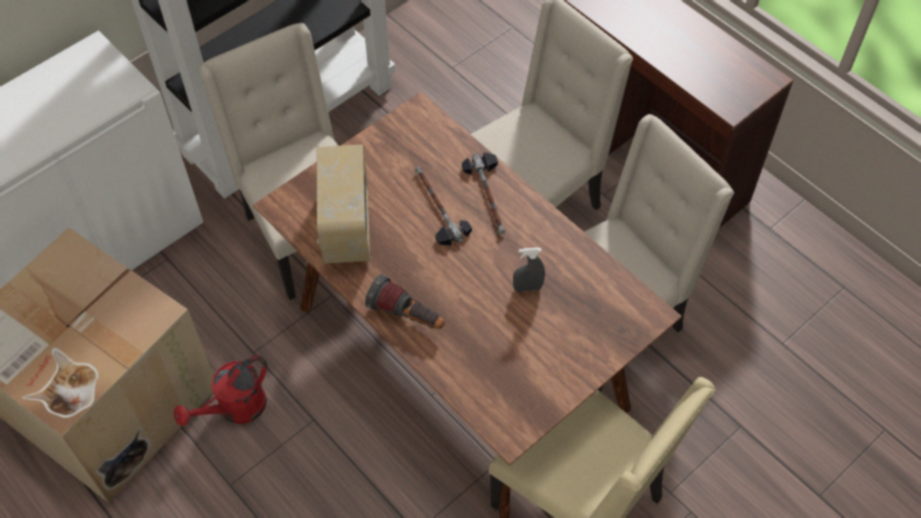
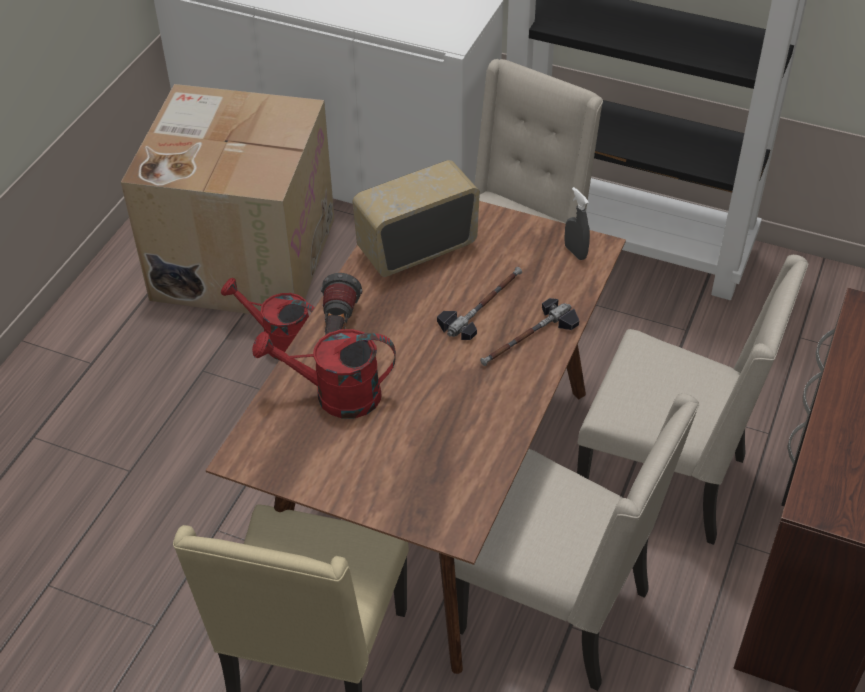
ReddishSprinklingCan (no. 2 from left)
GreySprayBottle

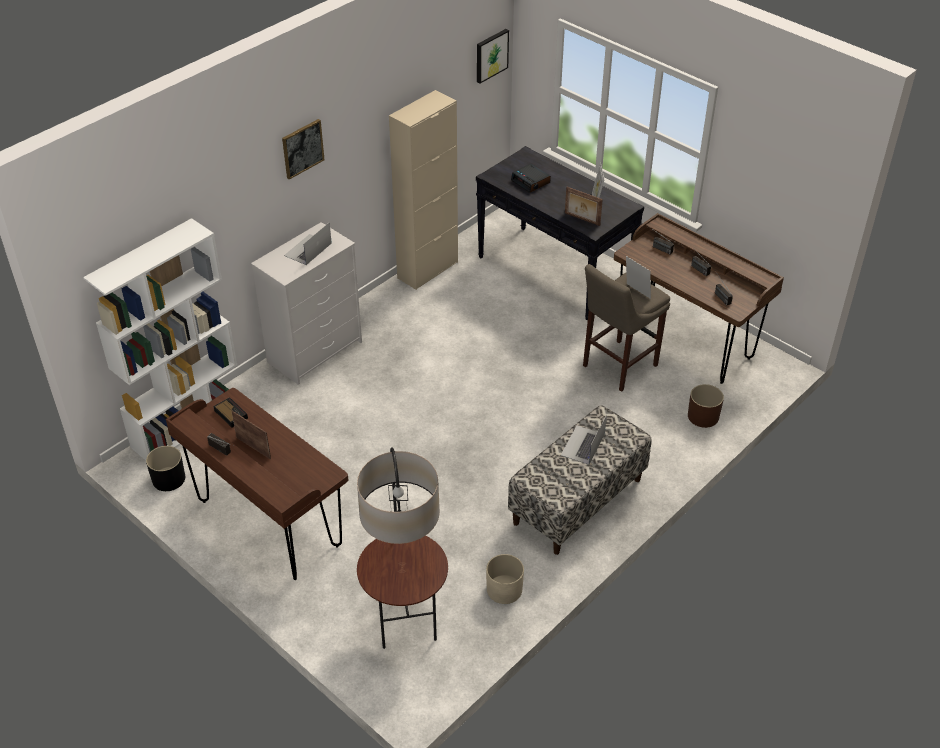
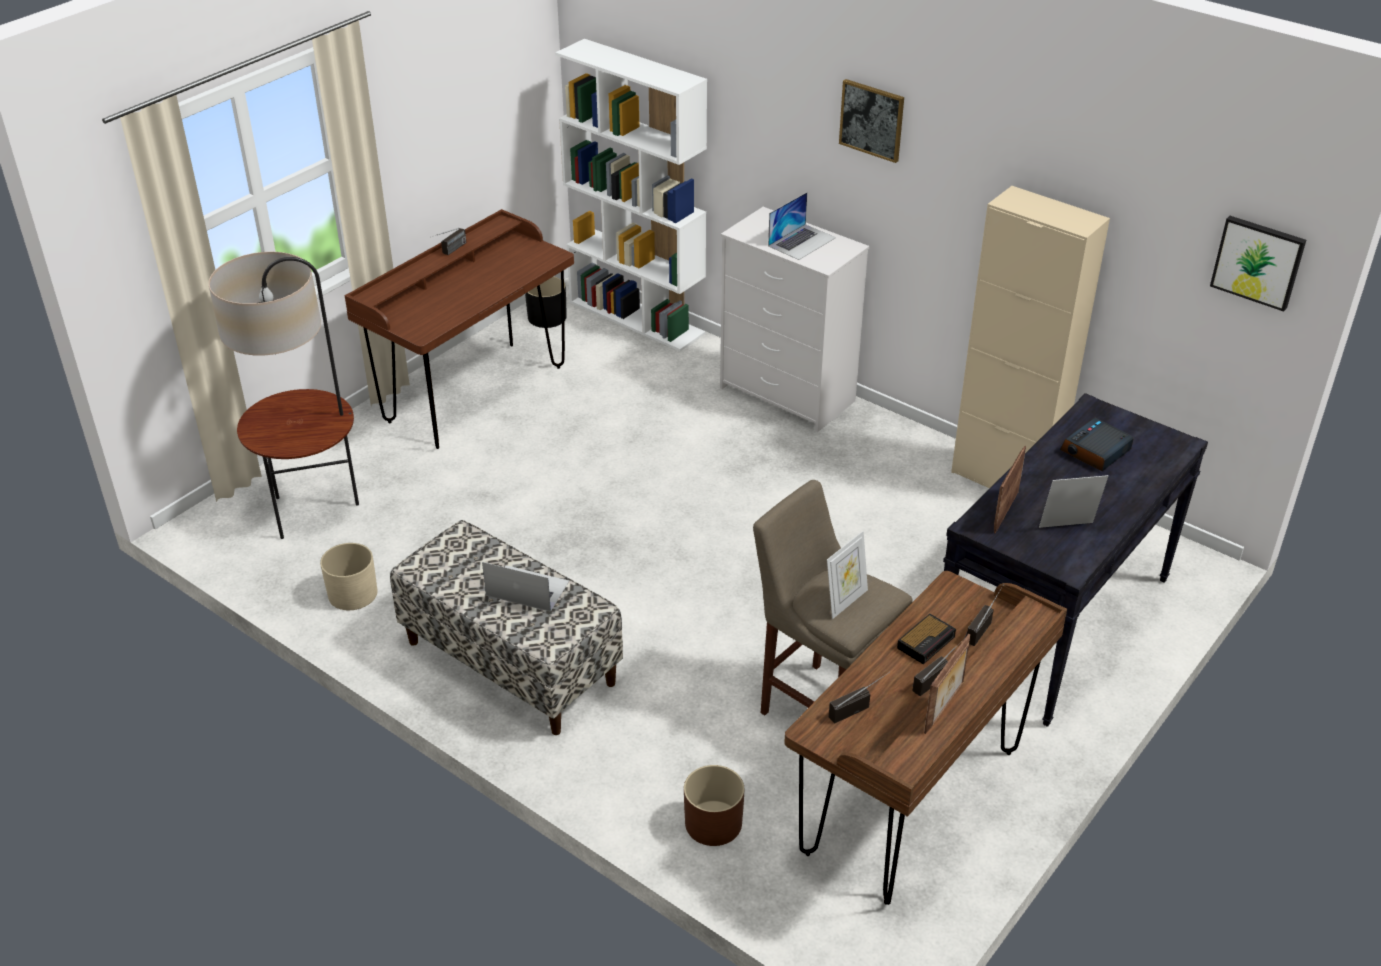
NotebookComputer (no. 2 from left)
AlarmClock (no. 1 from left)
PhotoFrame (no. 2 from left)

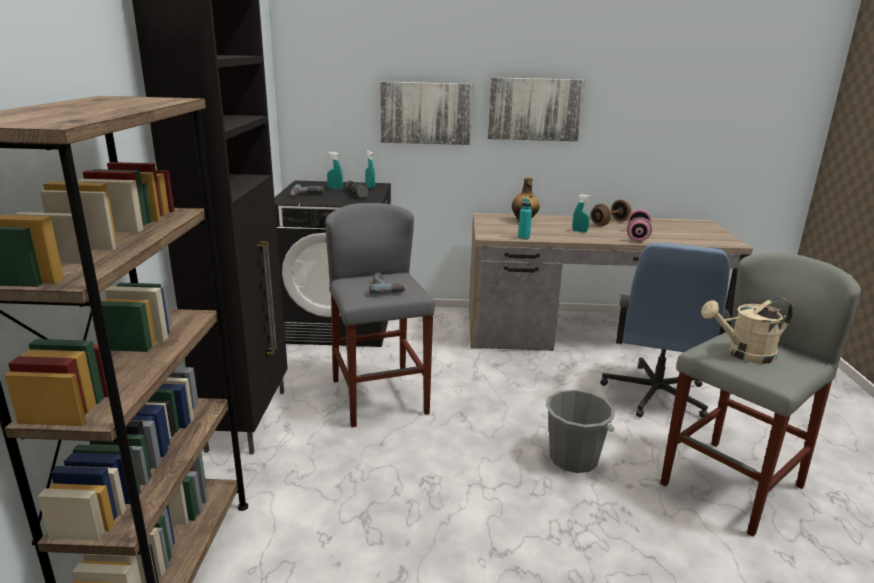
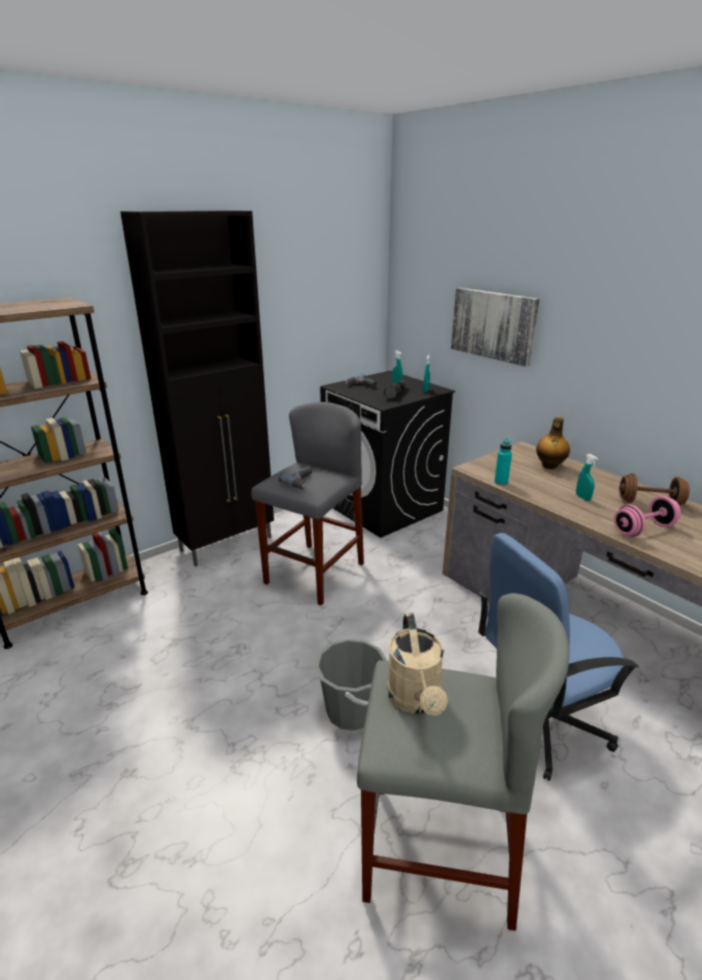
SandColouredSprinklingCan
Picture (no. 2 from left in the first image)

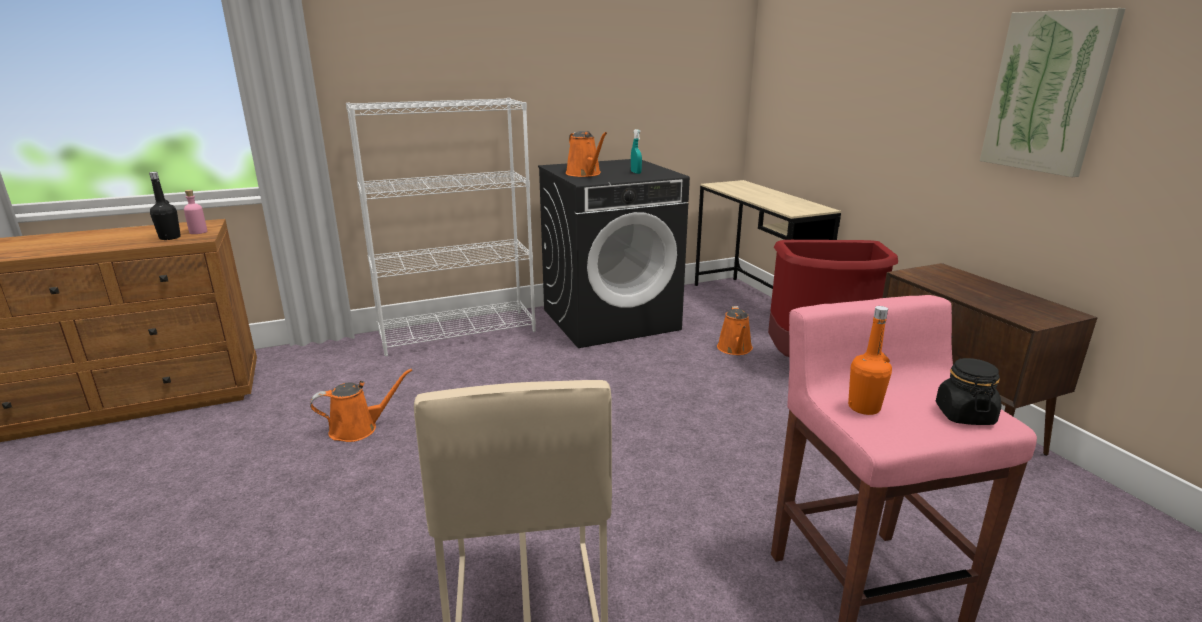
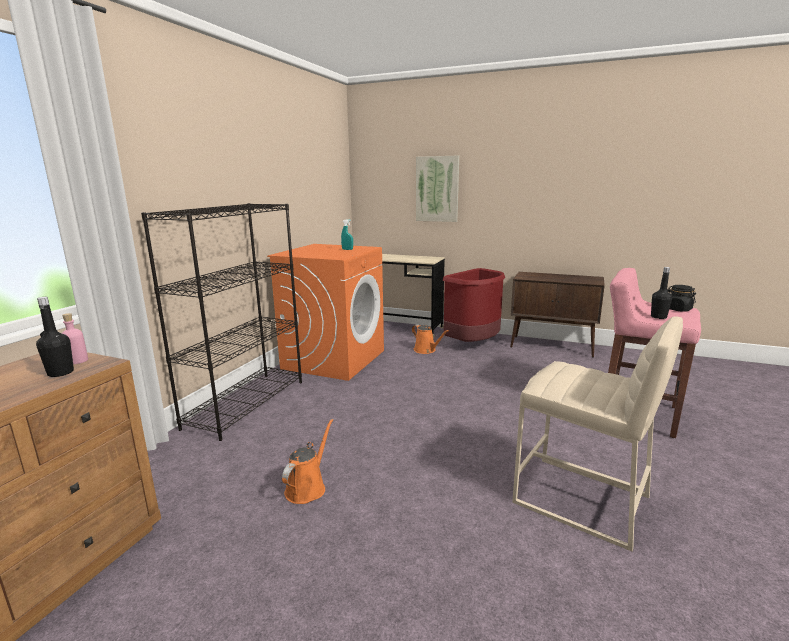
BlackColouredBookcase
OrangeLaundryMachine
Picture
BlackColouredBeverageBottle (no. 2 from left)
OrangeSprinklingCan (no. 2 from left in the first image)

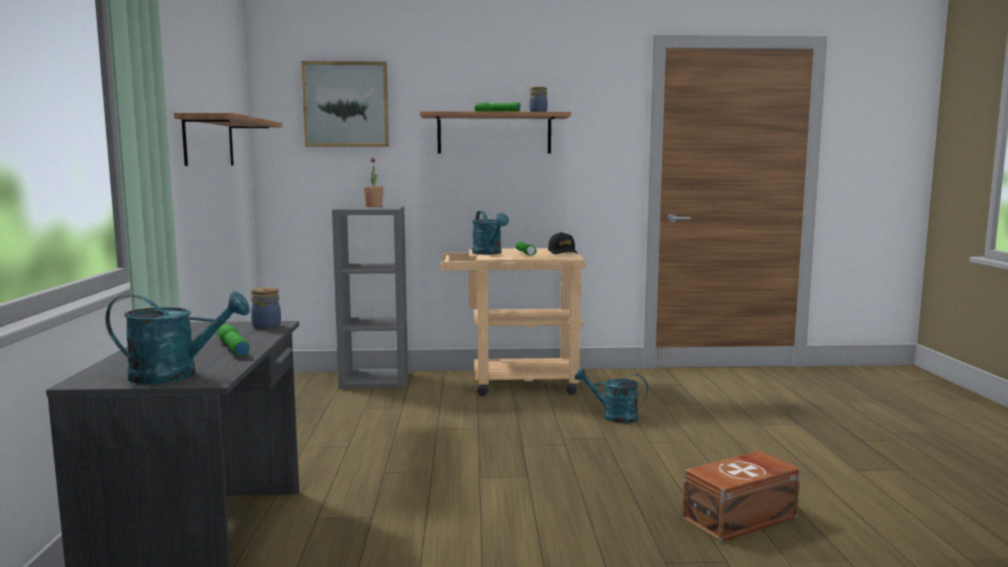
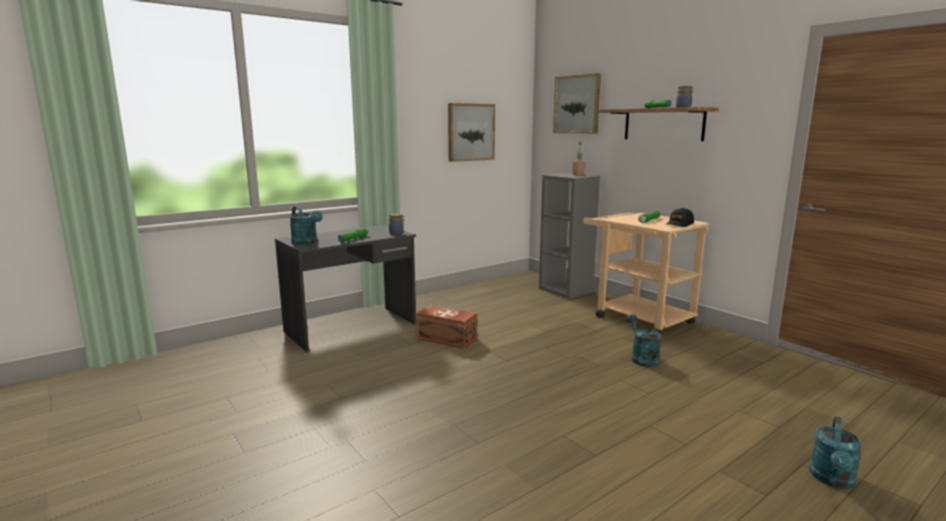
BrownStorageBox
Picture (no. 1 from left)
TurquoiseSprinklingCan (no. 3 from left)

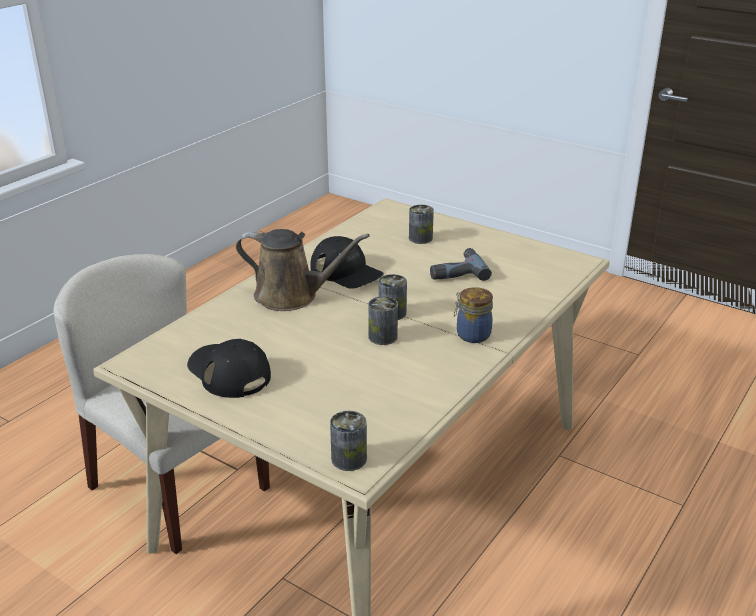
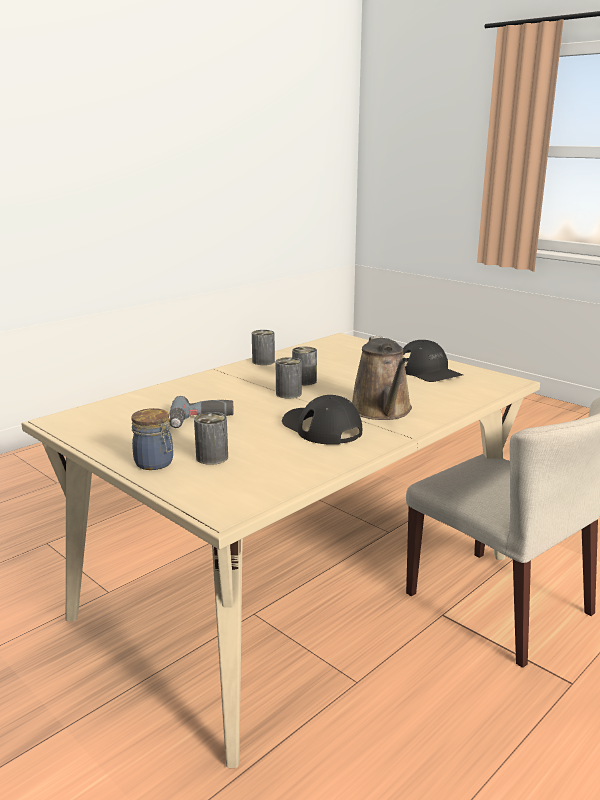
StorageJar
SealedCan (no. 2 from left)
BrownSprinklingCan

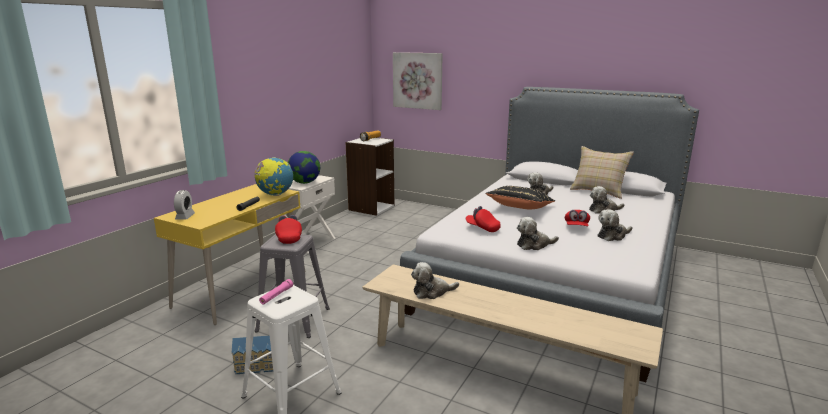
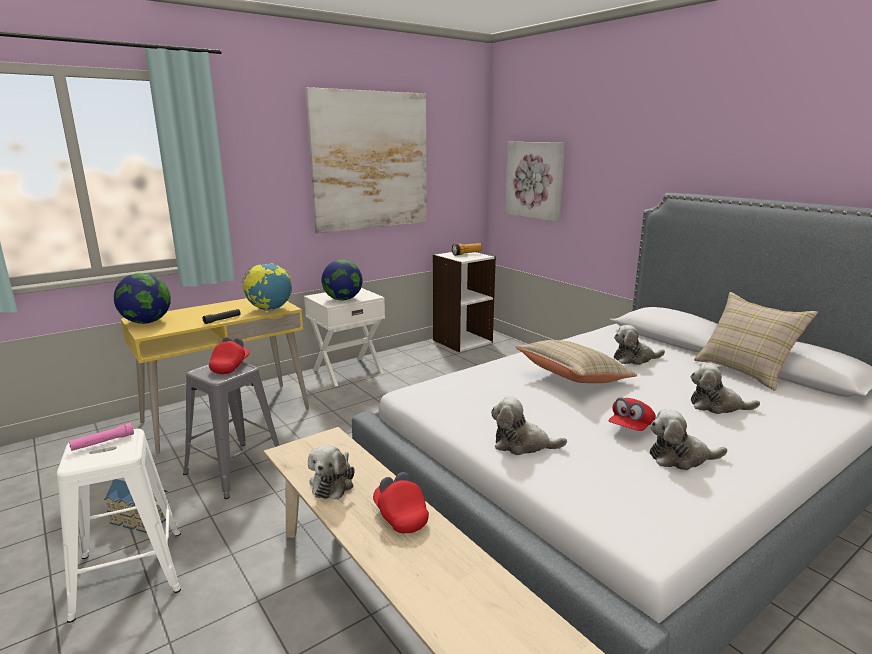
WorldGlobe (no. 1 from left)
Picture (no. 1 from left)
PlushToy (no. 1 from left)
ReddishPeakedCap (no. 2 from left)
SandColouredThrowPillow (no. 1 from left)

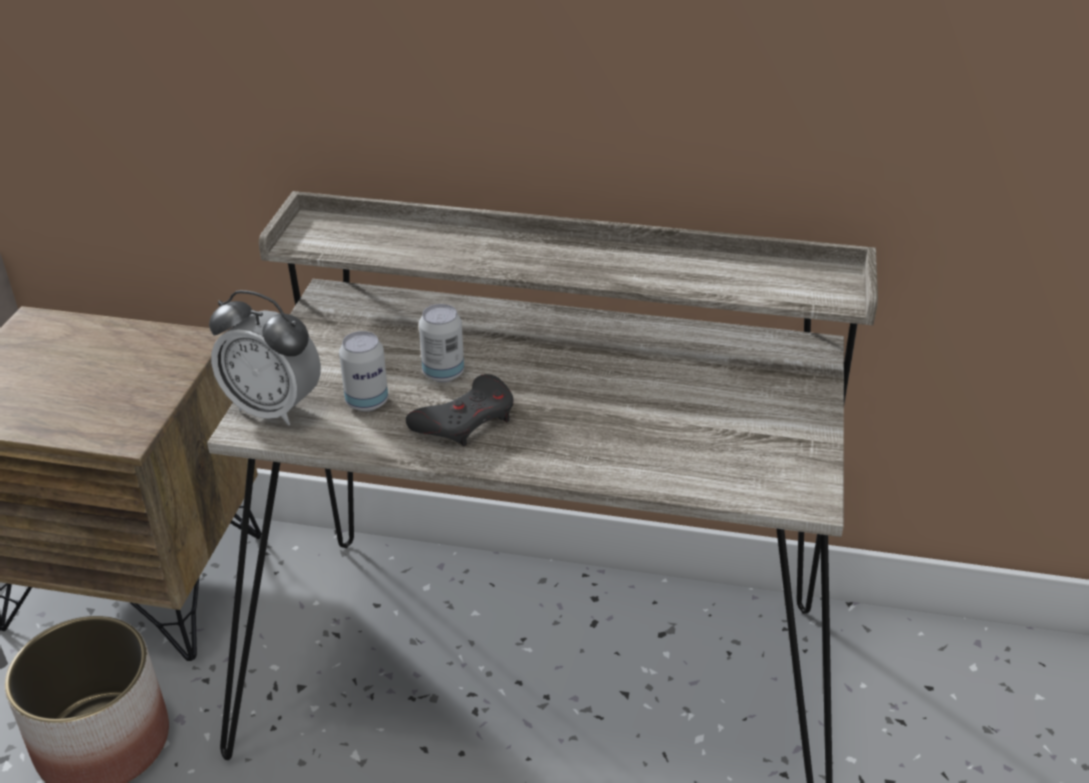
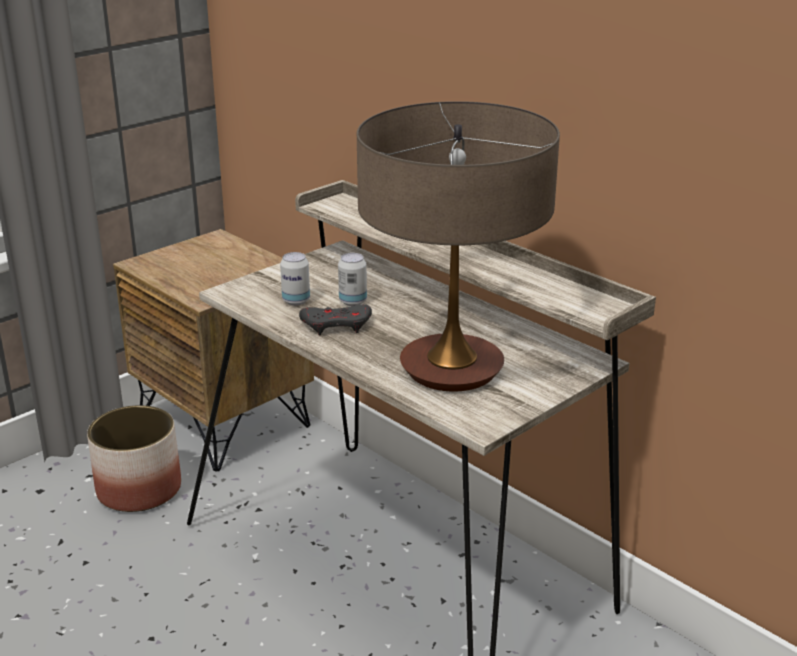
LampForATable
AlarmClock

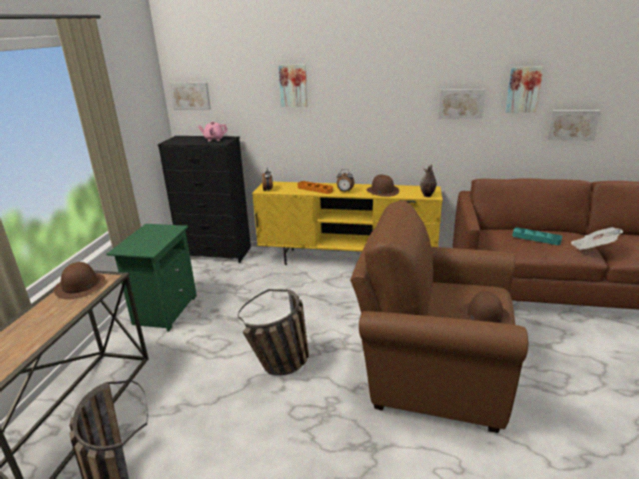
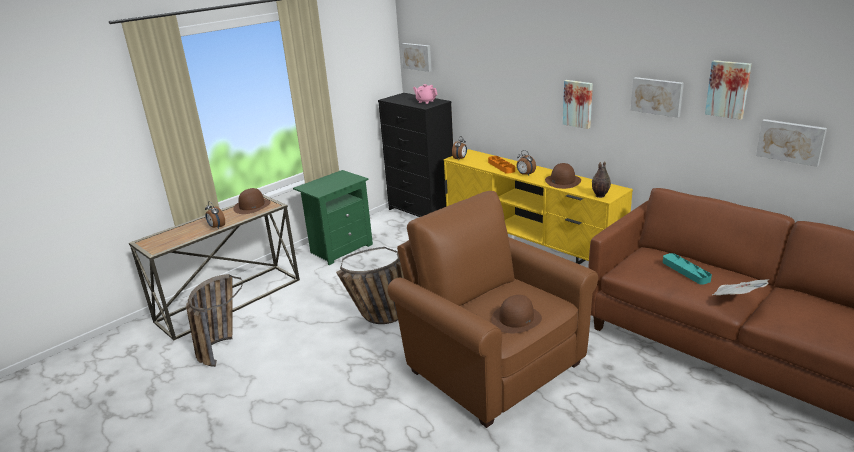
AlarmClock (no. 1 from left)
Picture (no. 2 from left)

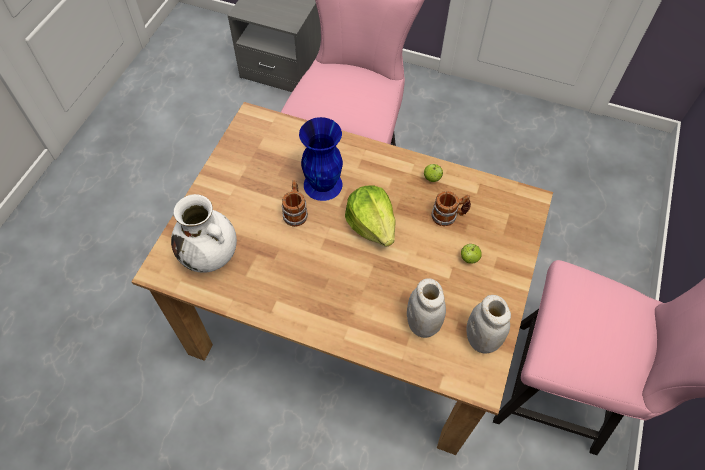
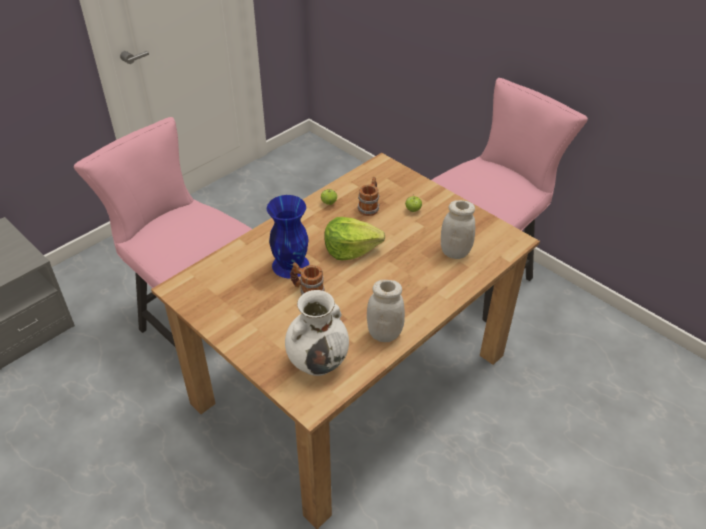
WhiteStorageJar (no. 1 from left)

